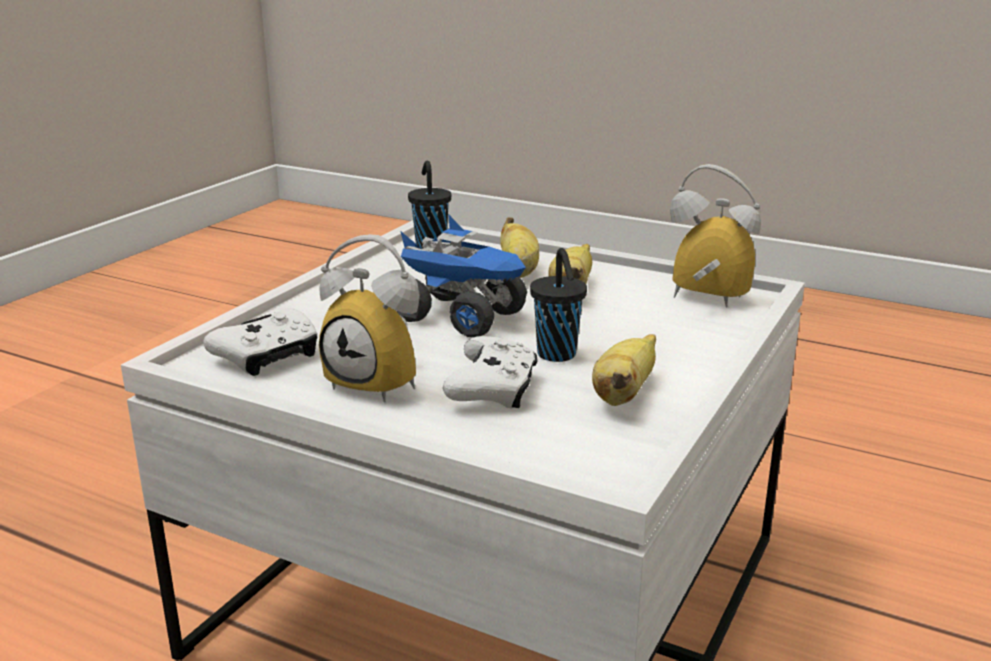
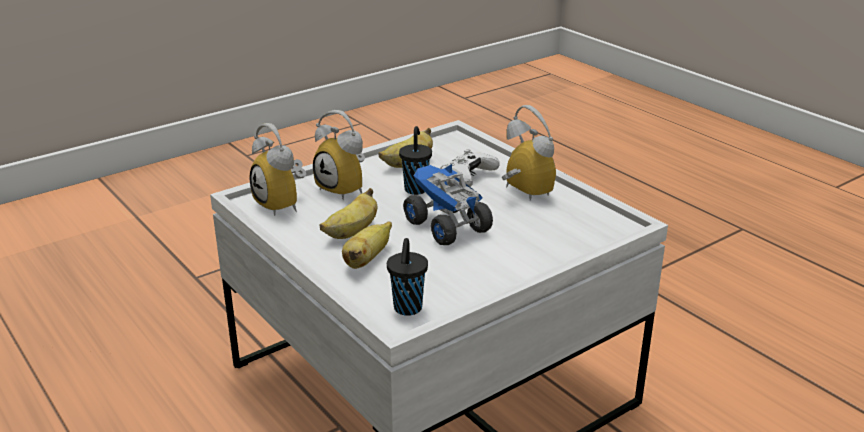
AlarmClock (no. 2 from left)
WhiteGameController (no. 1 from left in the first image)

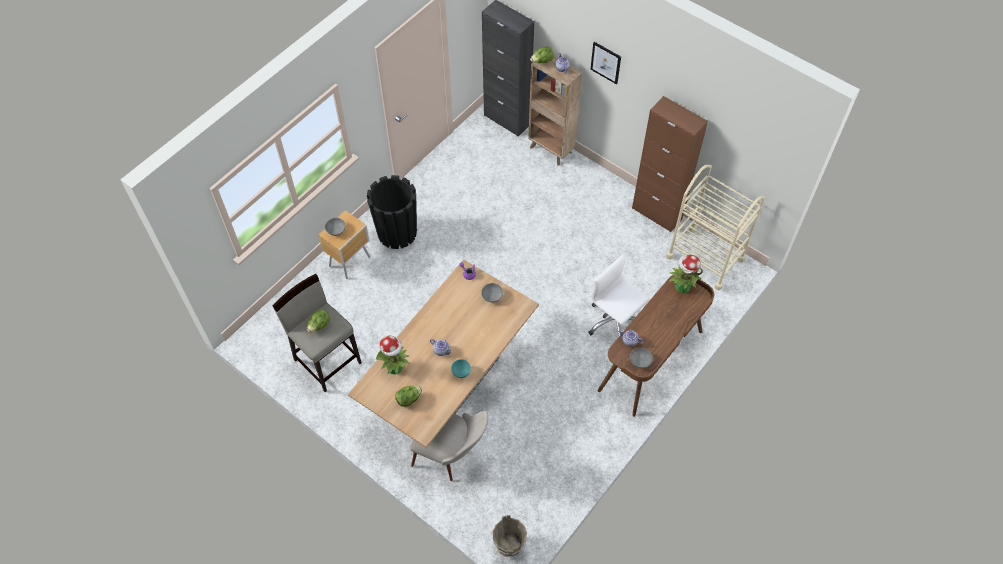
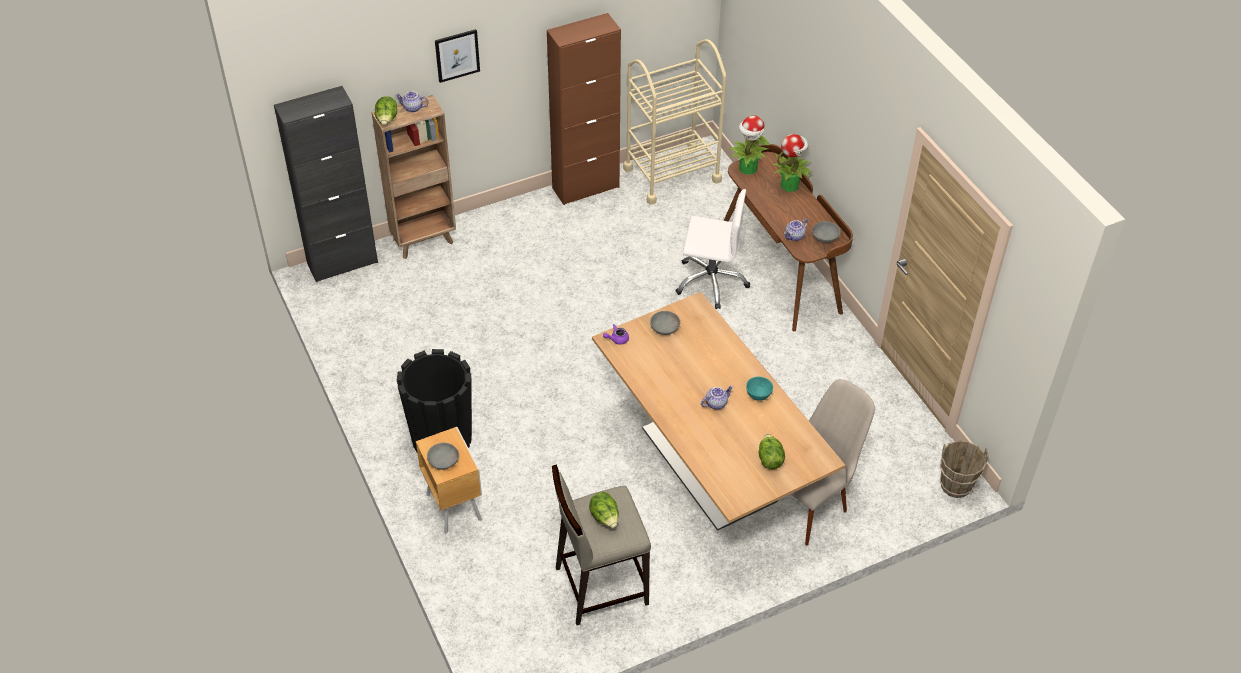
WhiteComputerChair
Houseplant (no. 2 from left)

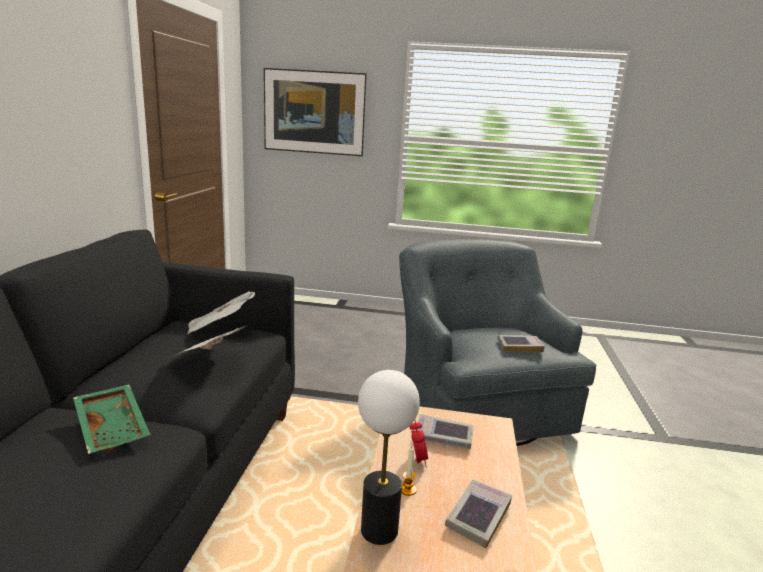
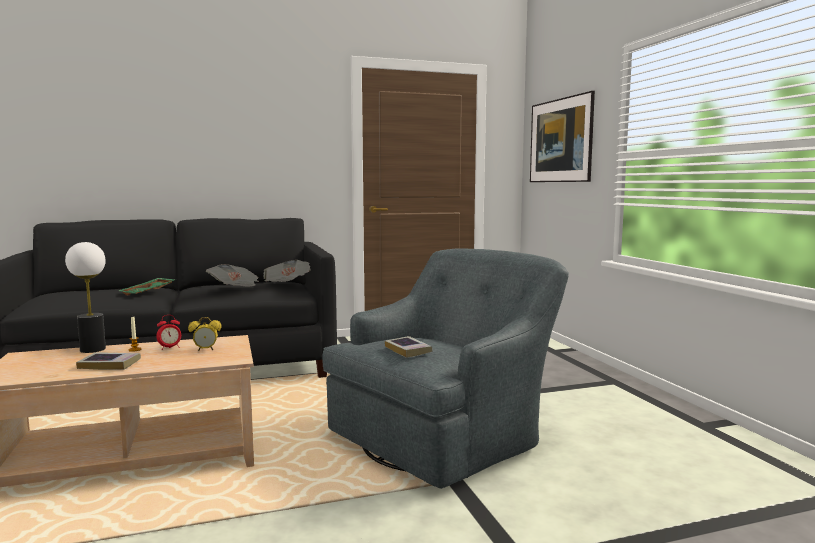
AlarmClock (no. 2 from left)

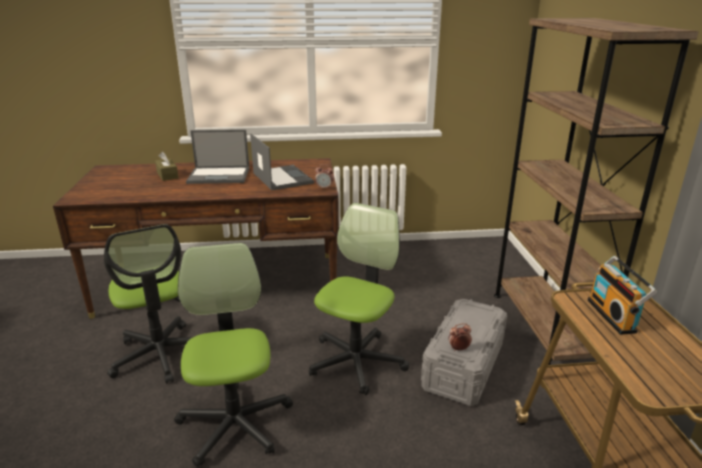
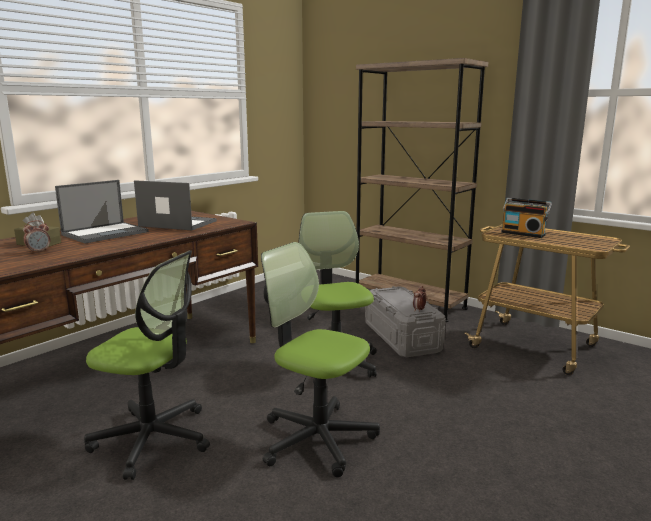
AlarmClock (no. 1 from left)

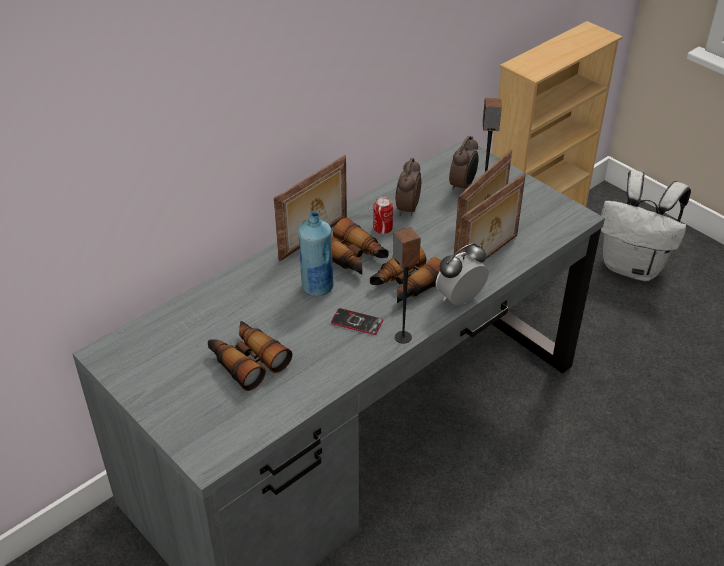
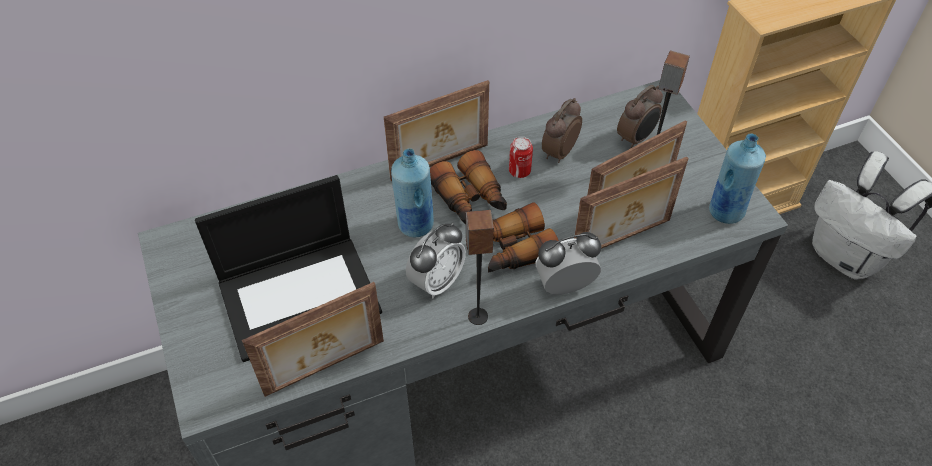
NotebookComputer
PhotoFrame (no. 1 from left)
AlarmClock (no. 1 from left)
BluishBeverageBottle (no. 2 from left)

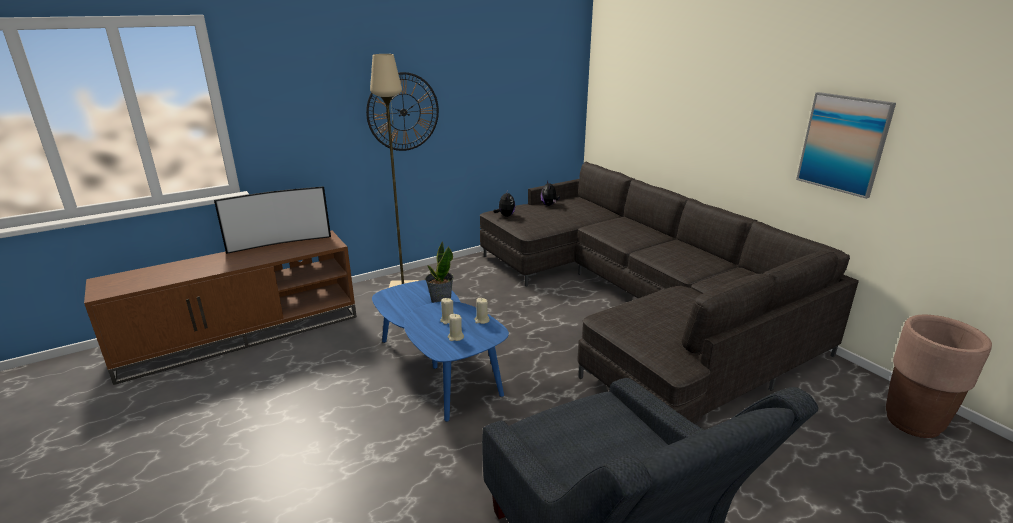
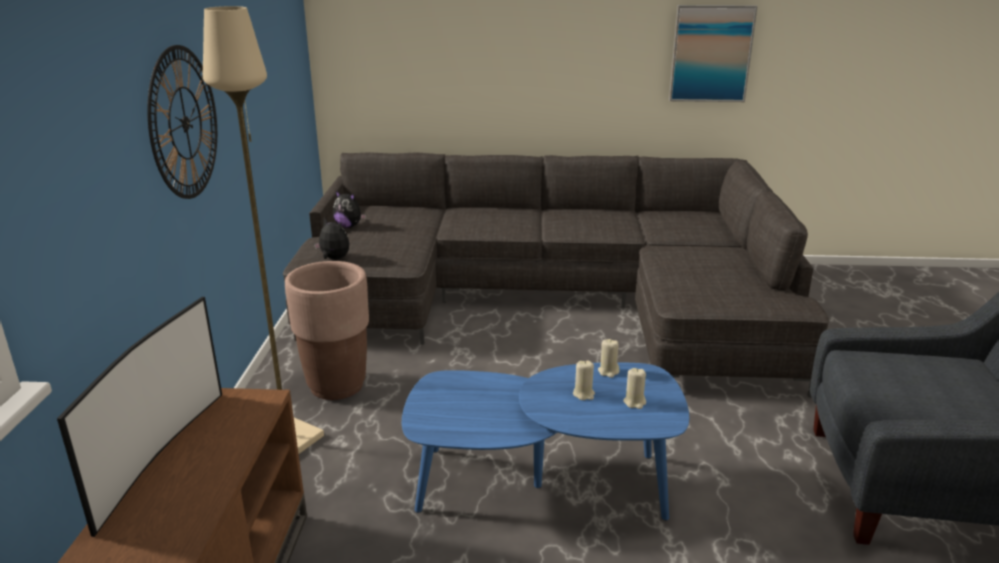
BrownPlantPot
Houseplant

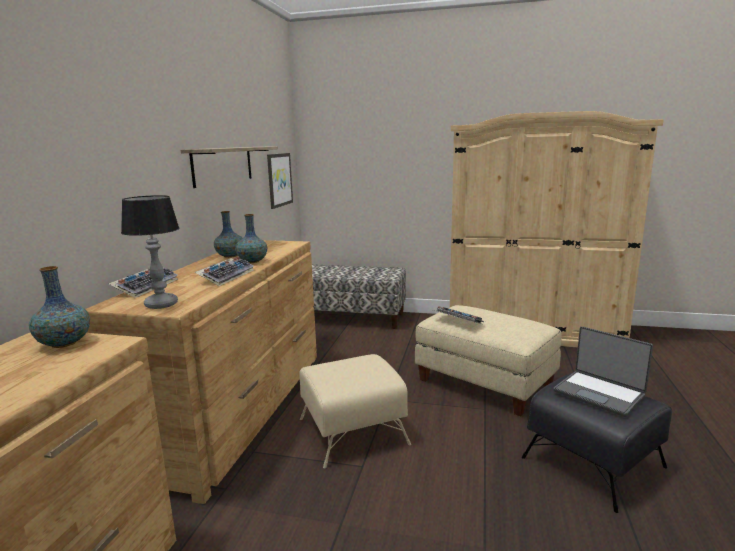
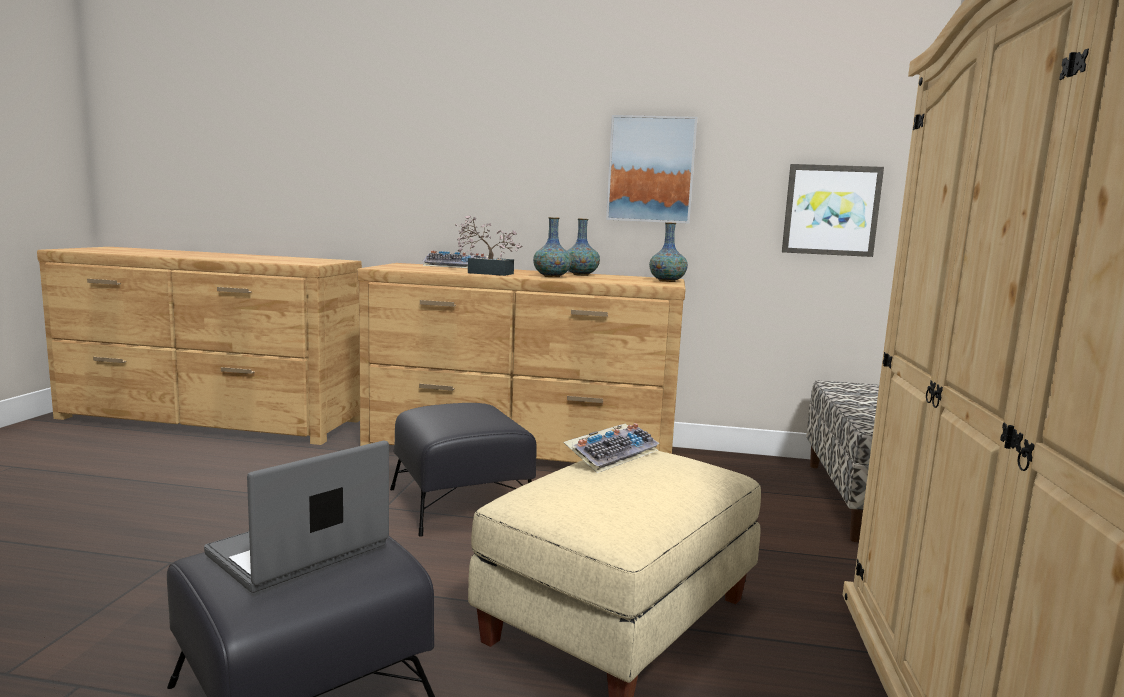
BlackColouredPouffe (no. 2 from left)
Houseplant
Picture (no. 1 from left)
Vase (no. 3 from left)
LampForATable

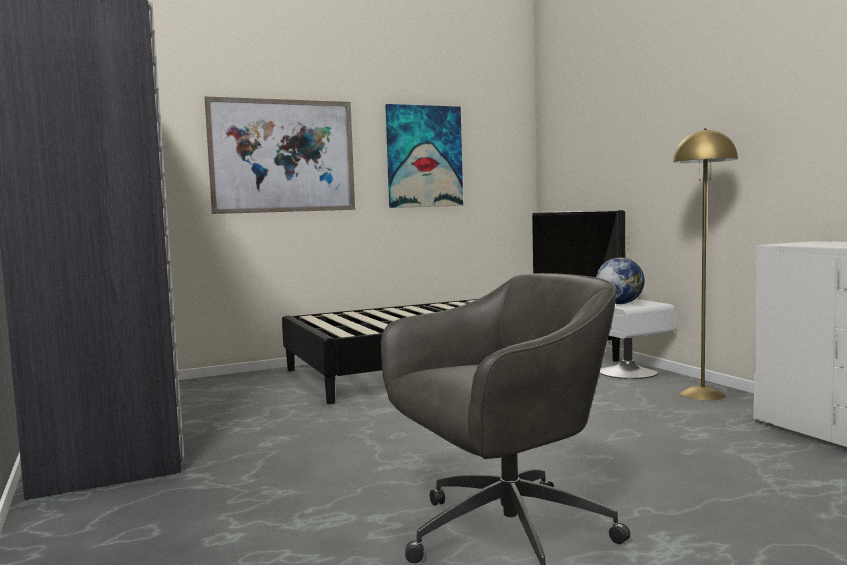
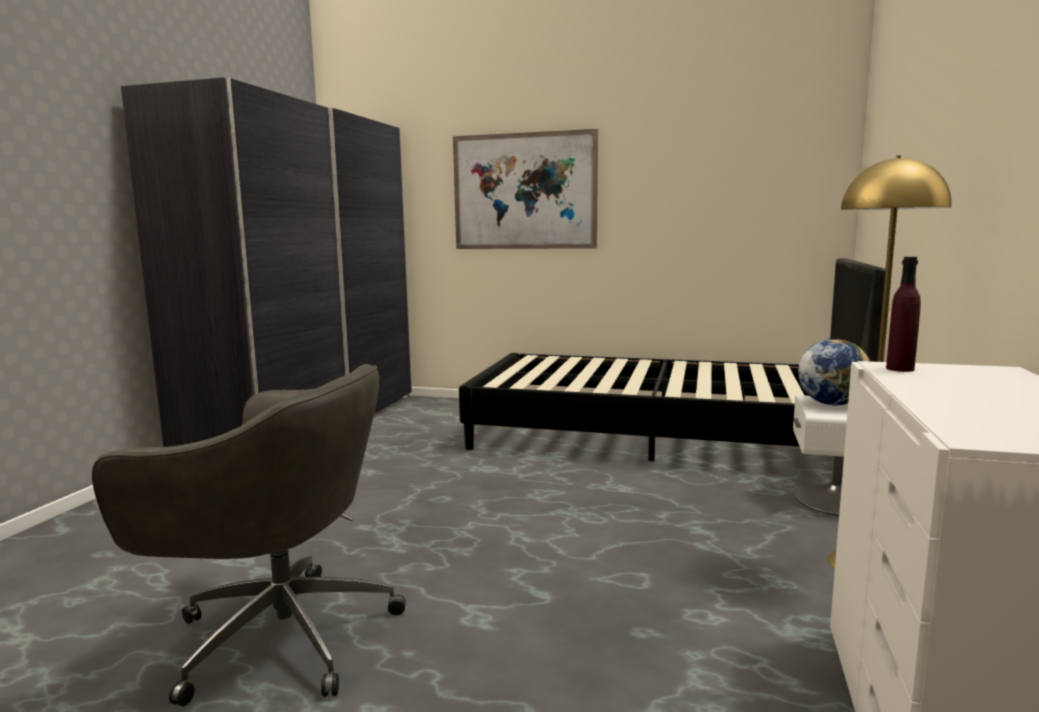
PurpleBeverageBottle
Picture (no. 2 from left in the first image)

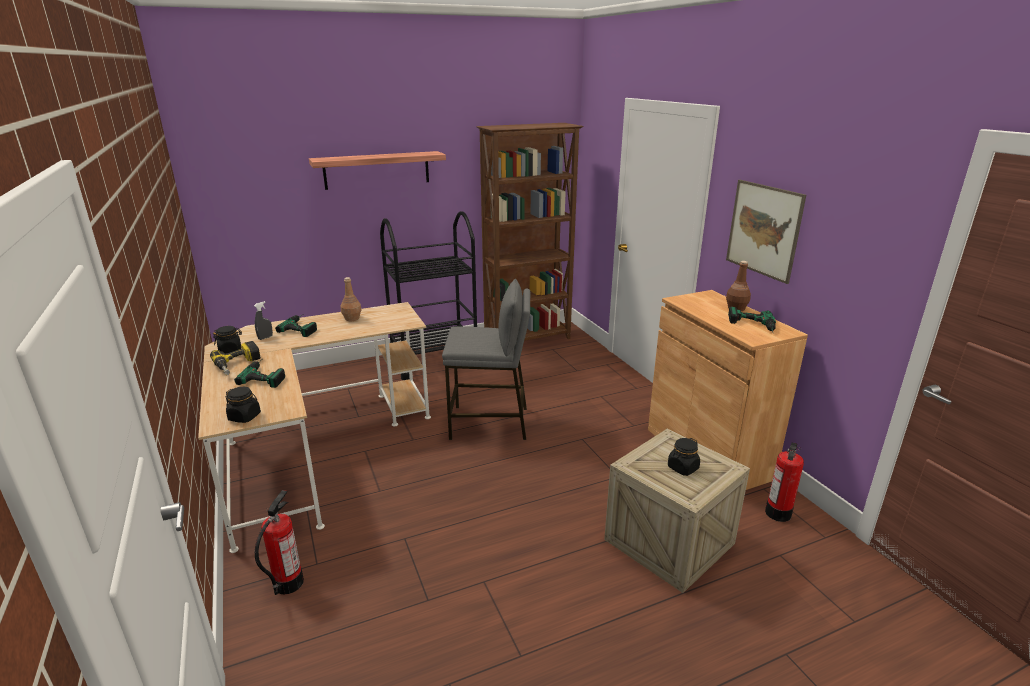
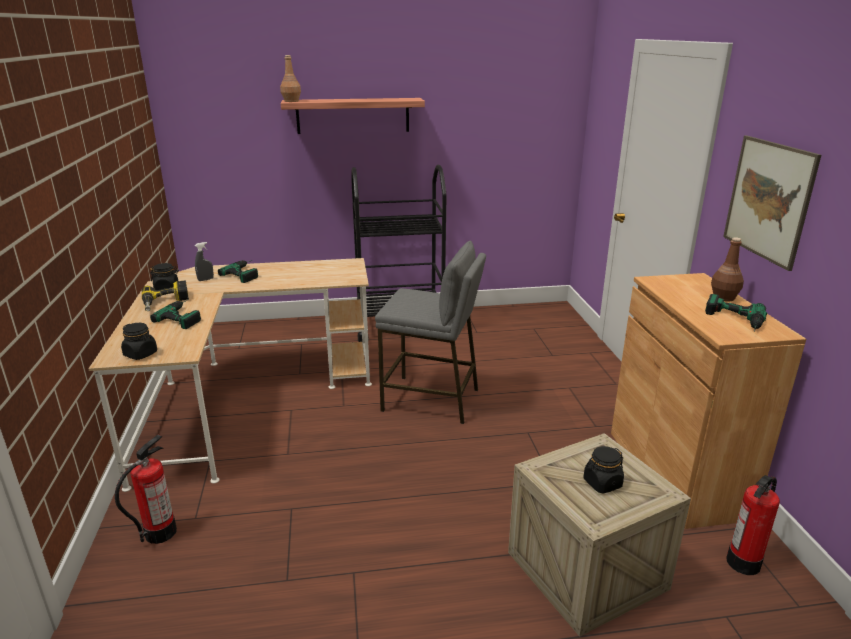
BrownBeverageBottle (no. 1 from left)
BrownBookcase

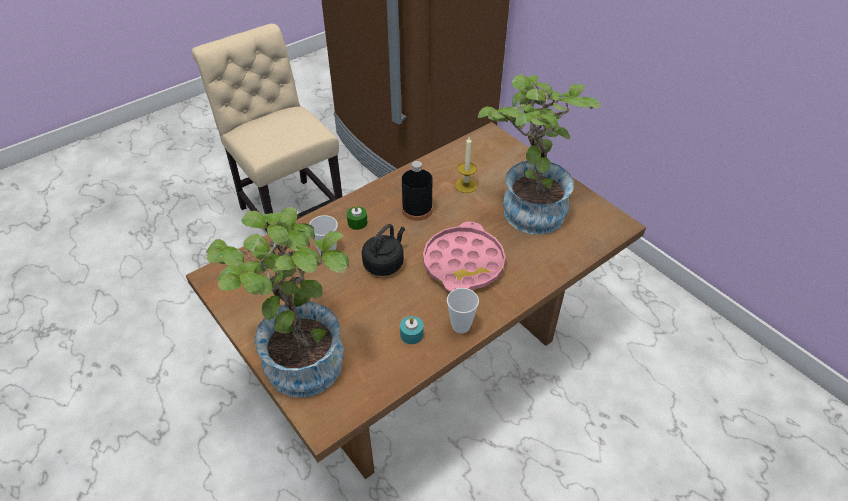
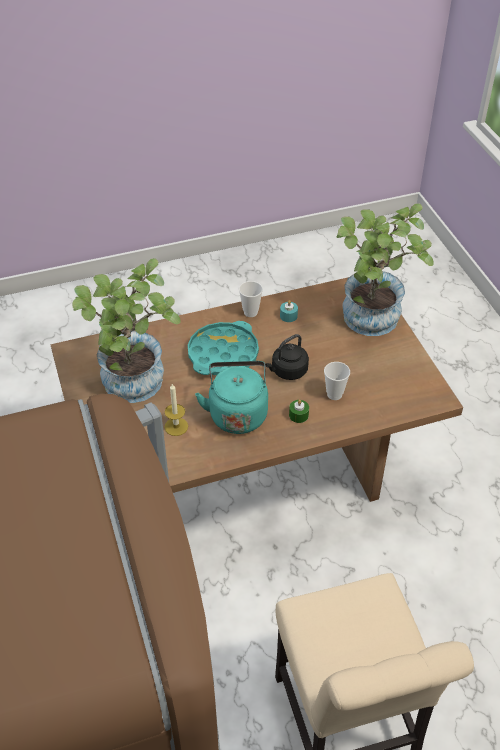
TurquoiseTray
TurquoiseTeaKettle

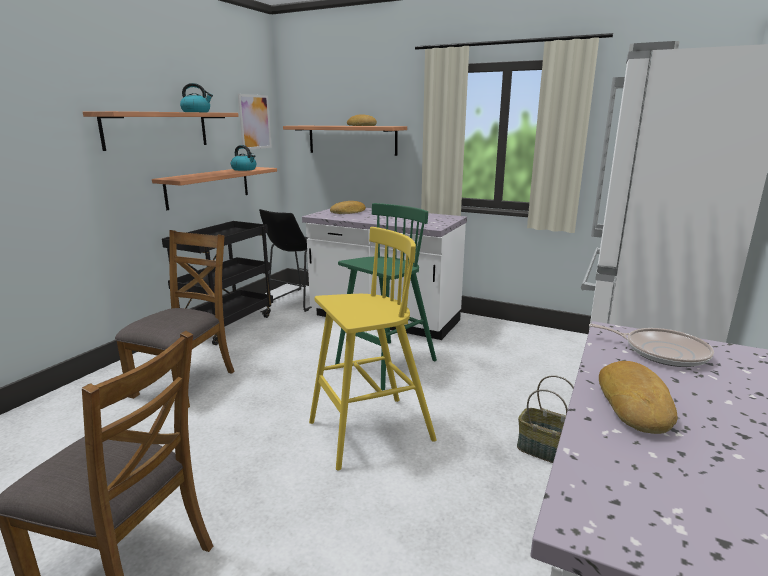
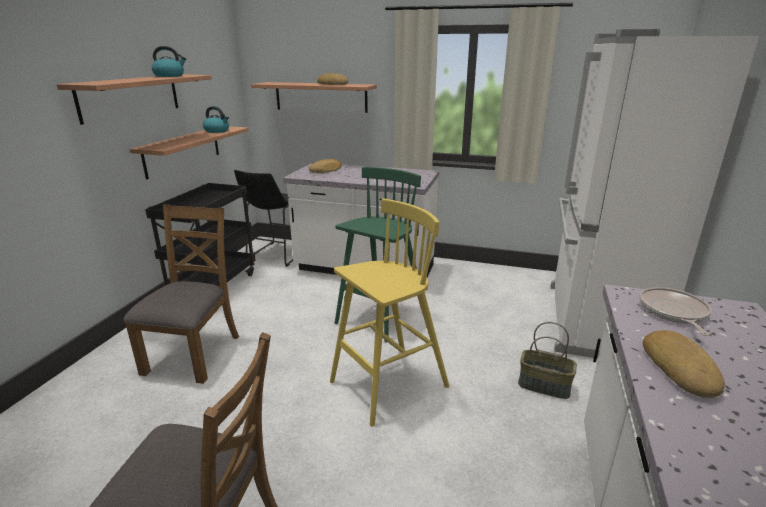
FryingPan
Picture

